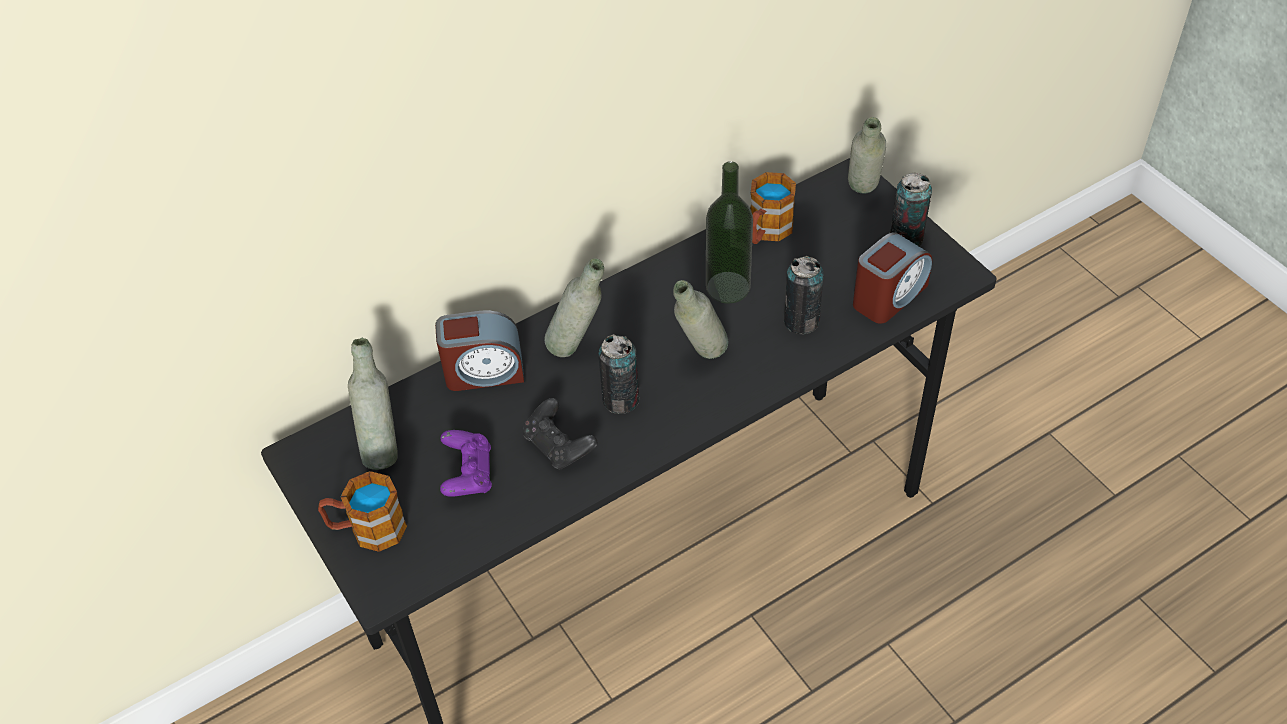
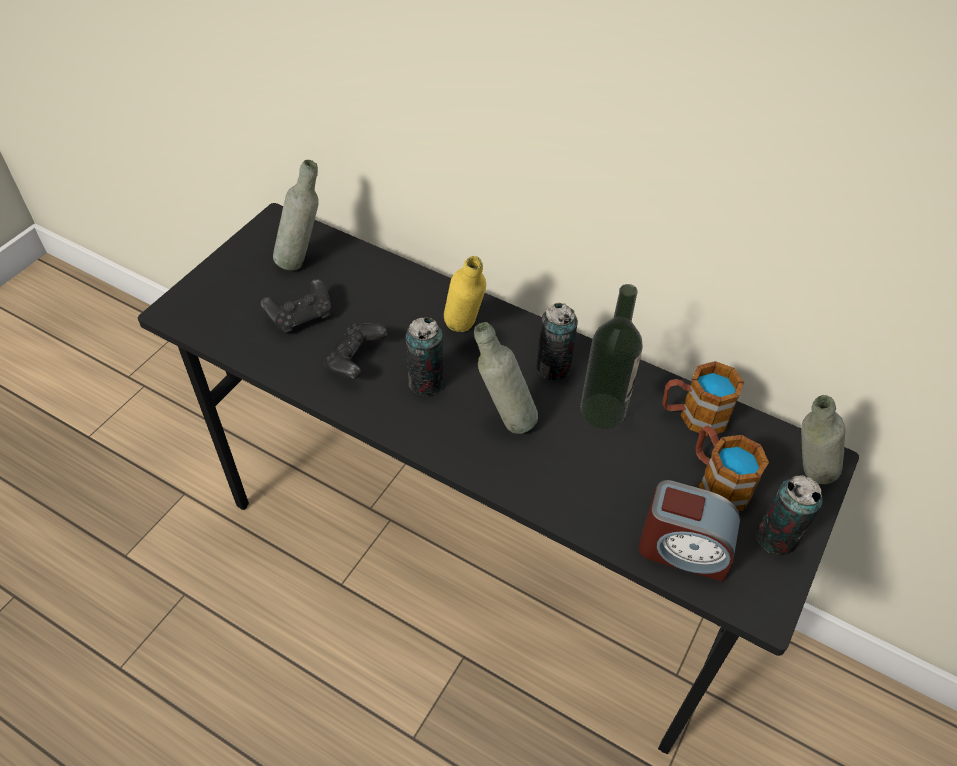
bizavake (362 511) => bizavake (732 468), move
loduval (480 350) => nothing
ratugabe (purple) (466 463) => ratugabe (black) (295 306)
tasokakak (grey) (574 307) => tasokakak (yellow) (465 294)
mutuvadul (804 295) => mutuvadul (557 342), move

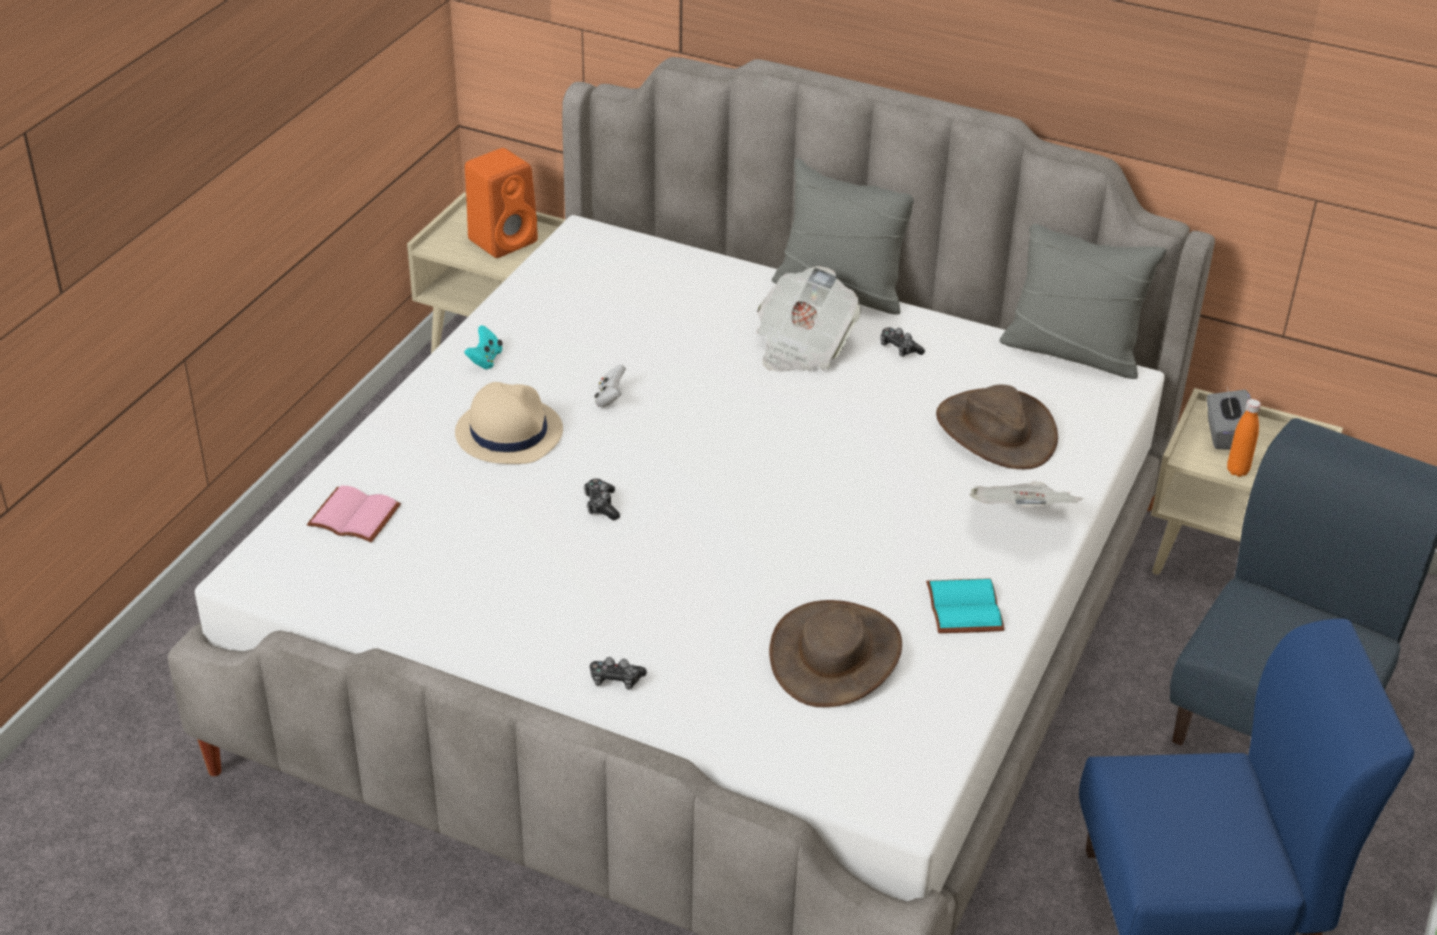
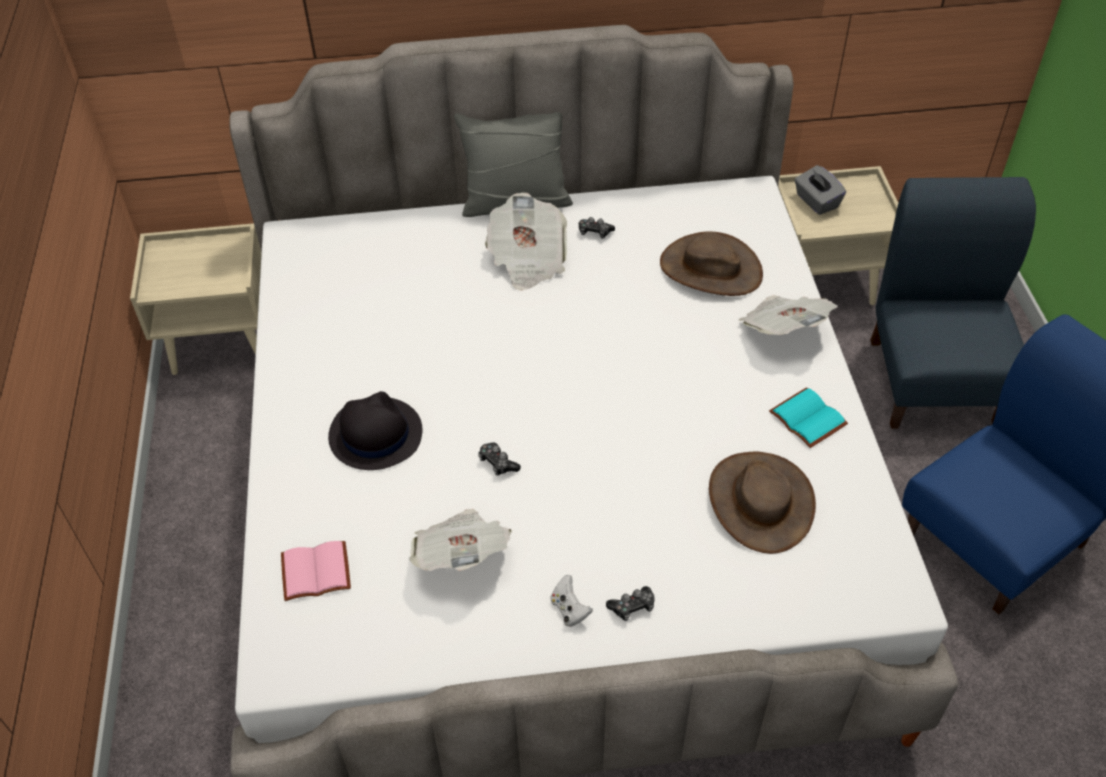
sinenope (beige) (509 423) => sinenope (black) (375 430)
ratugabe (turquoise) (483 347) => nothing
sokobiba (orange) (501 203) => nothing
ratugabe (white) (610 386) => ratugabe (white) (571 601), move
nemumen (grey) (1082 301) => nothing
tasokakak (orange) (1244 438) => nothing
nothing => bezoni (461 540)

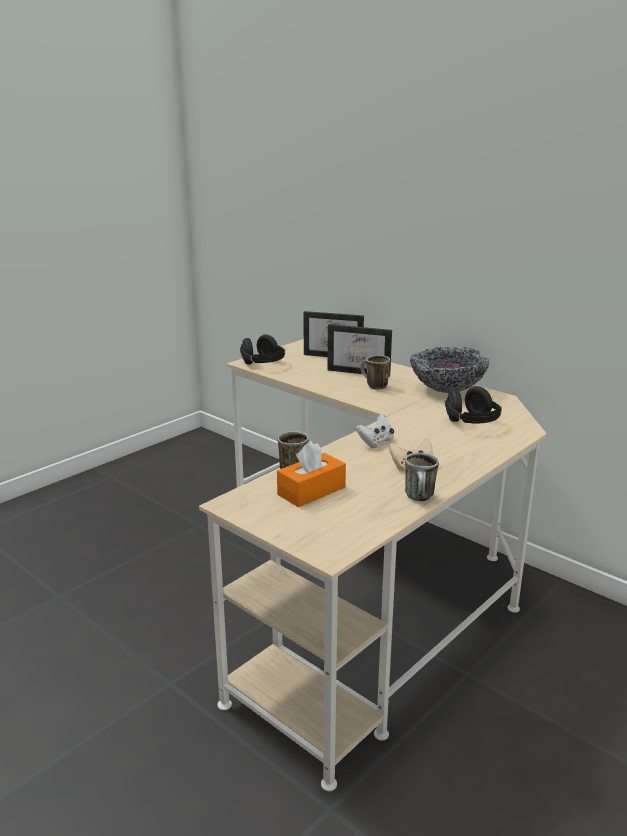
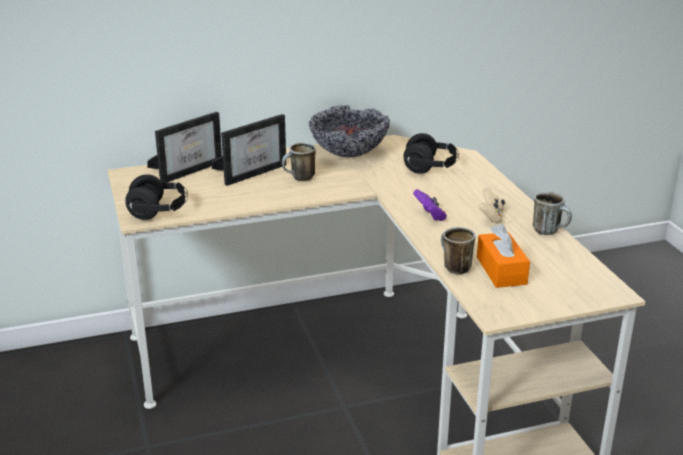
ratugabe (white) (375 431) => ratugabe (purple) (430 205)

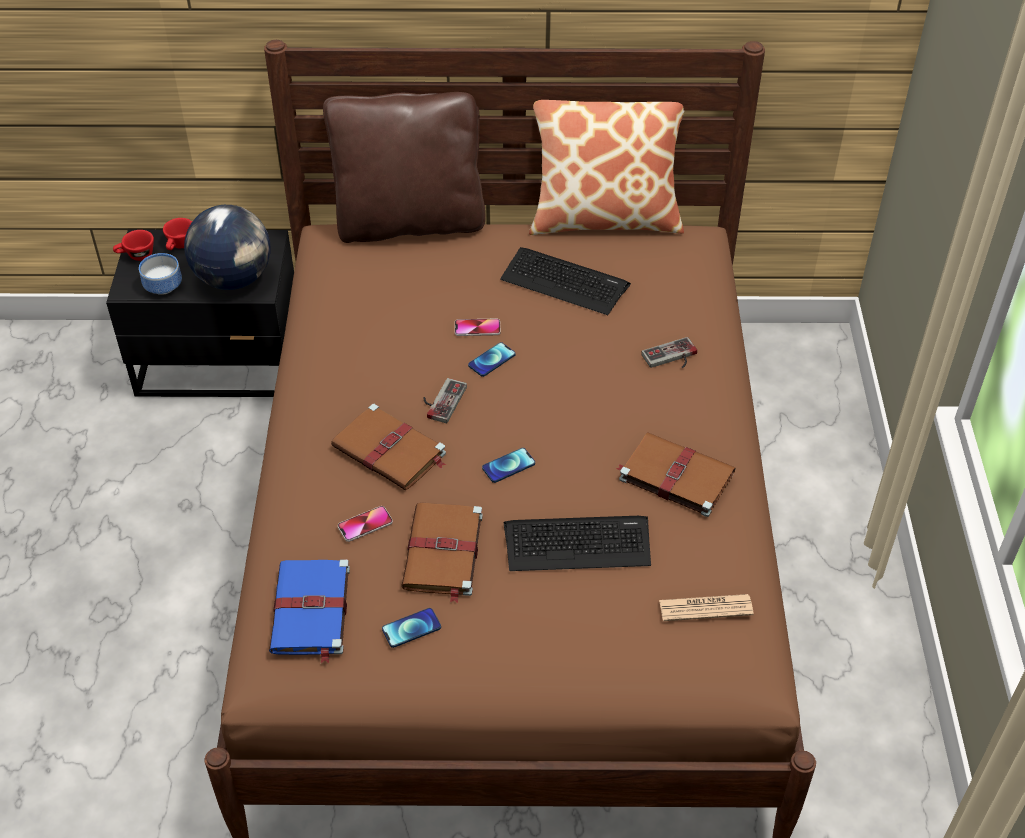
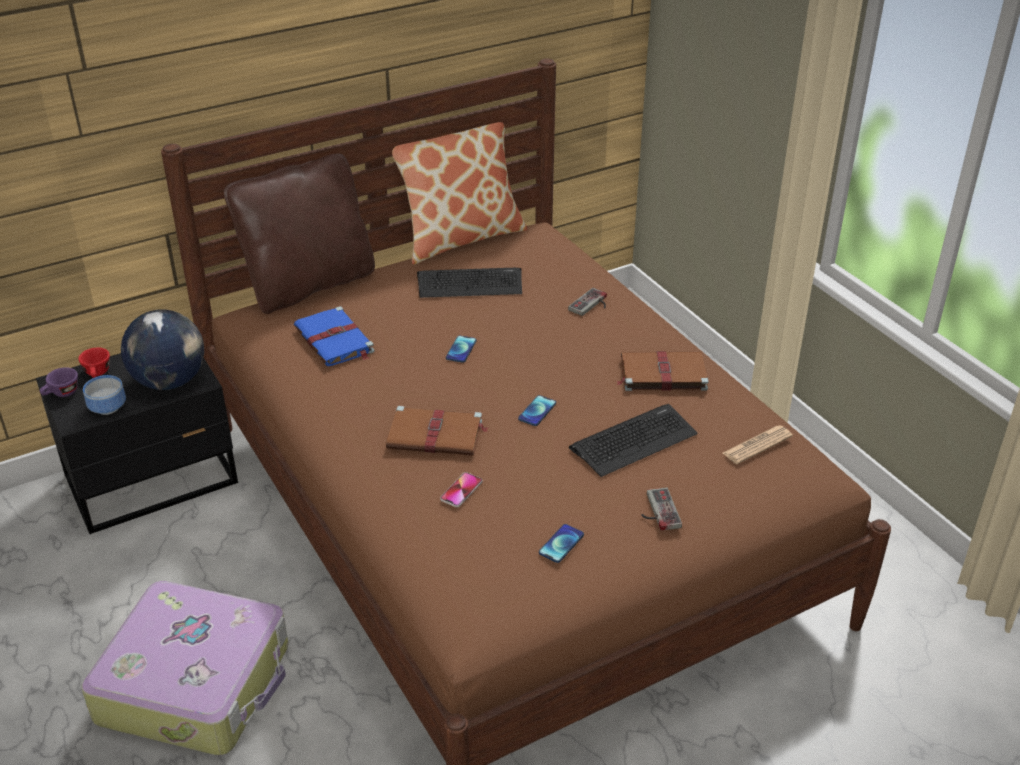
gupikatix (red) (133 245) => gupikatix (purple) (59 382)
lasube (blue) (309 611) => lasube (blue) (334 336), move
lasube (brown) (442 553) => nothing
ratugabe (445 400) => ratugabe (661 509), move
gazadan (478 327) => nothing
nothing => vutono (185 668)

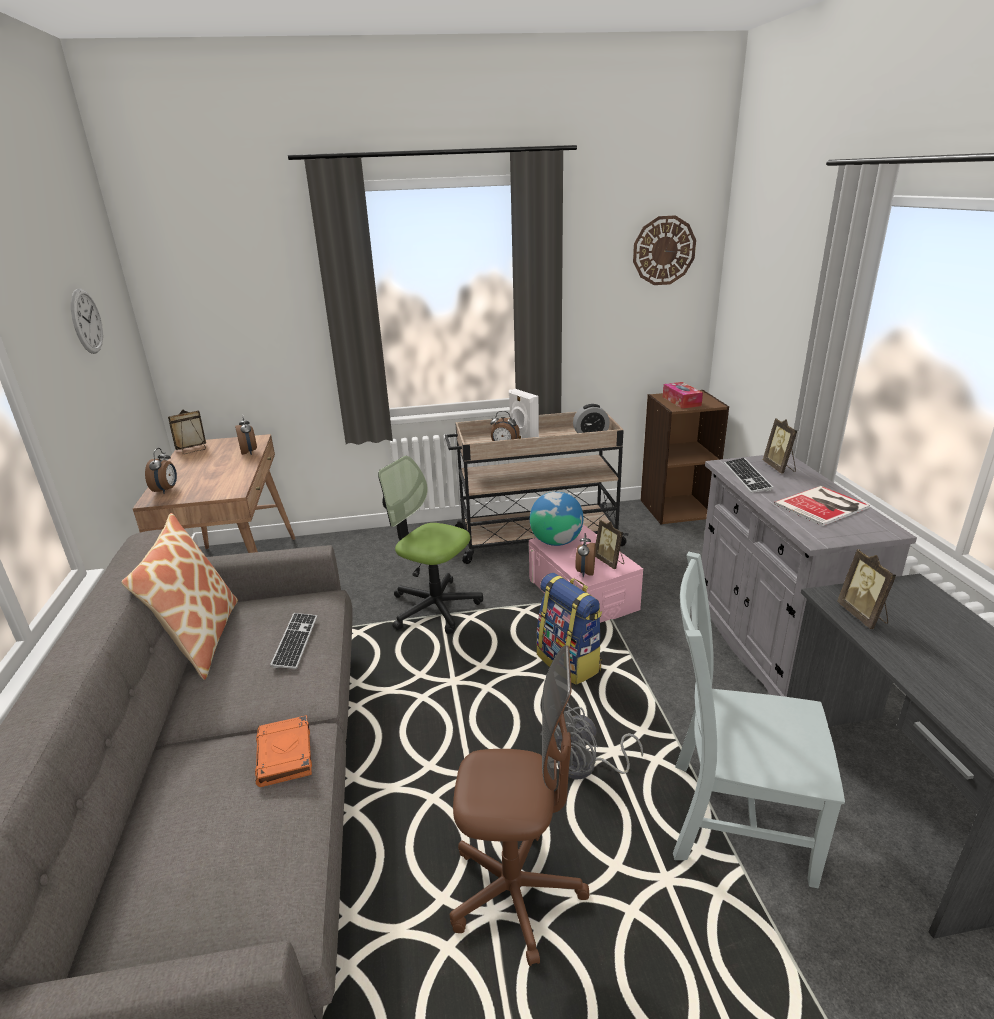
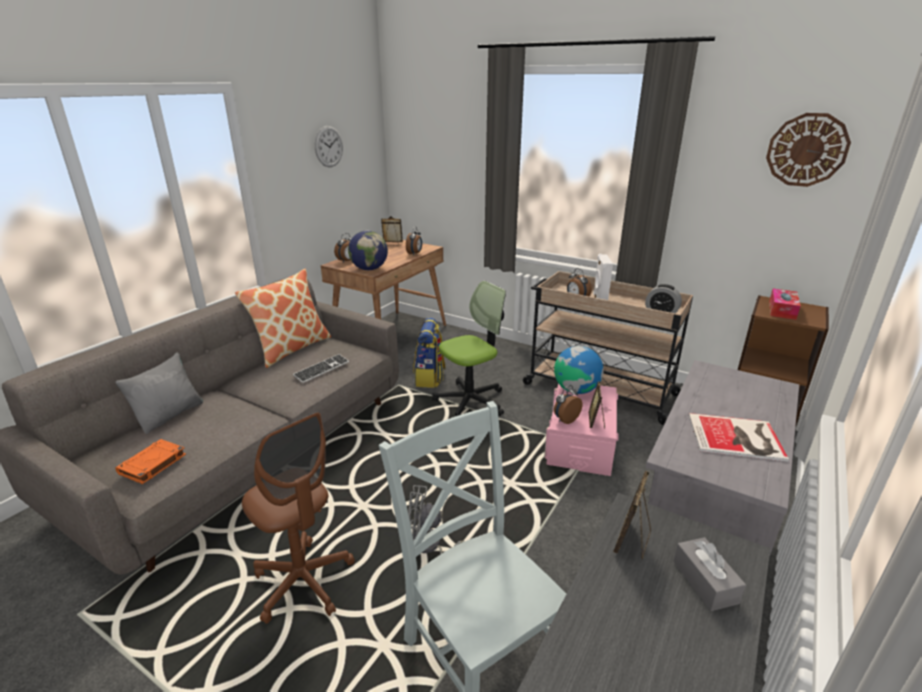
lasube (orange) (283 751) => lasube (orange) (150 461), move
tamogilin (430 545) => tamogilin (469 348), 75 degrees clockwise
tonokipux (569 629) => tonokipux (429 353), move
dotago (748 475) => nothing
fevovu (780 445) => nothing
nothing => nemumen (grey) (159 393)
nothing => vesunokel (368 250)
nothing => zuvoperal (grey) (709 574)

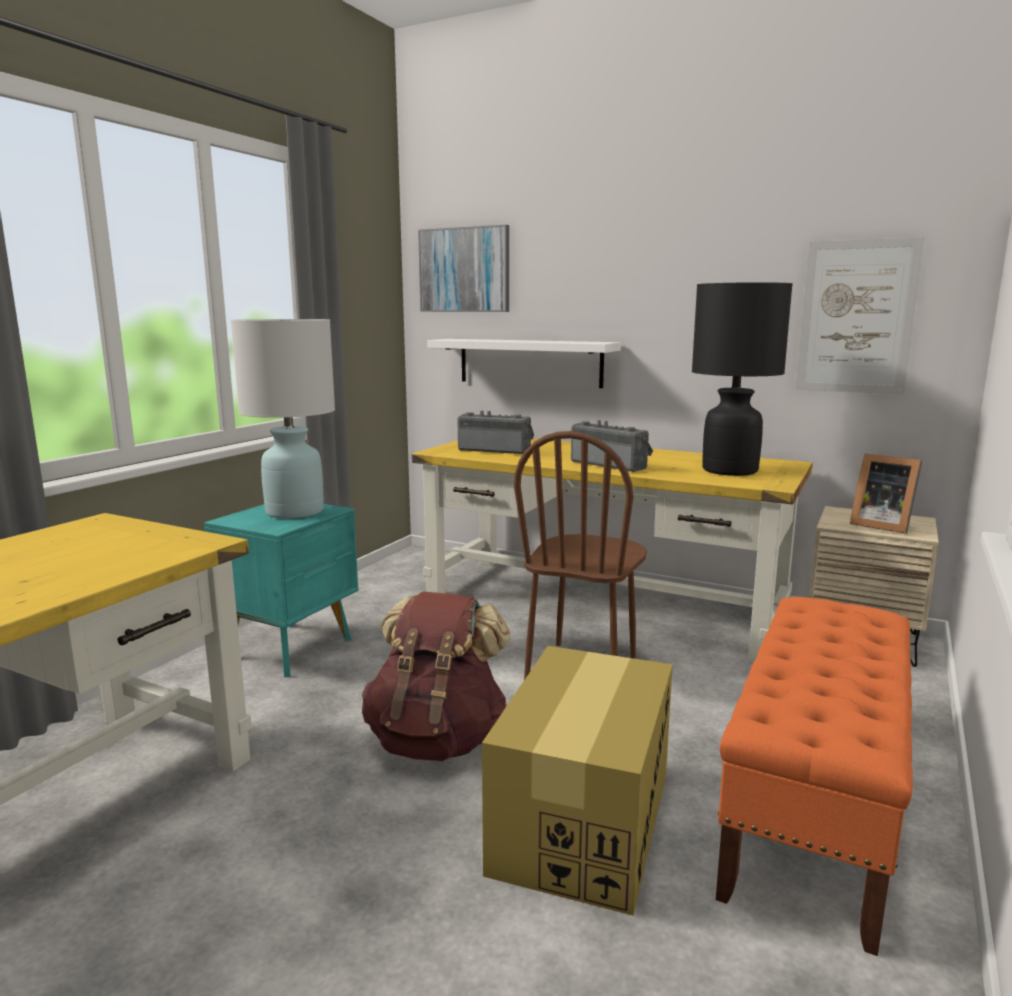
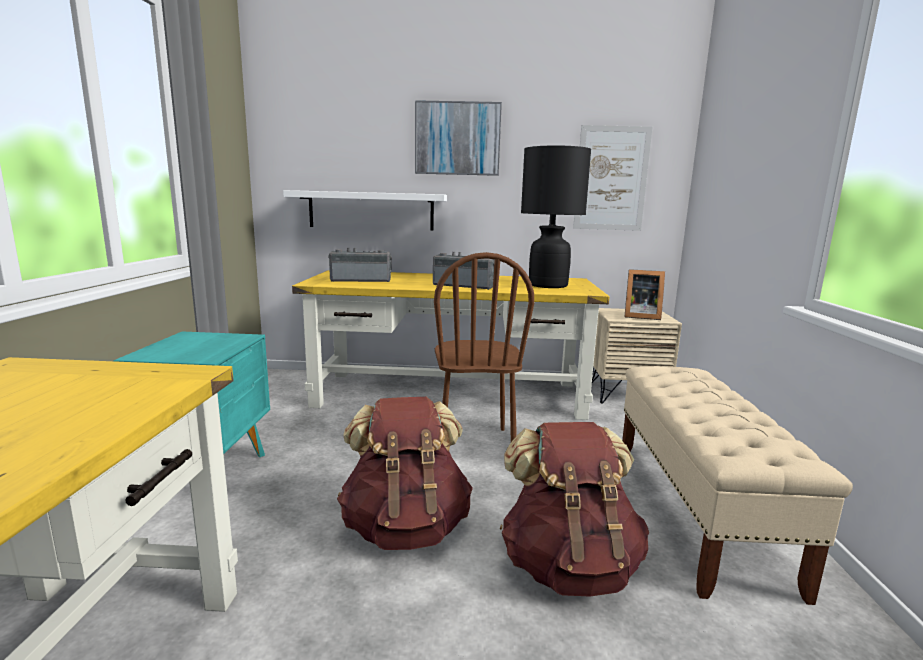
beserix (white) (283 419) => nothing
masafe (463 268) => masafe (458 138), move
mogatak (577 781) => tonokipux (brown) (574 509)
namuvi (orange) (814 776) => namuvi (beige) (737 485)

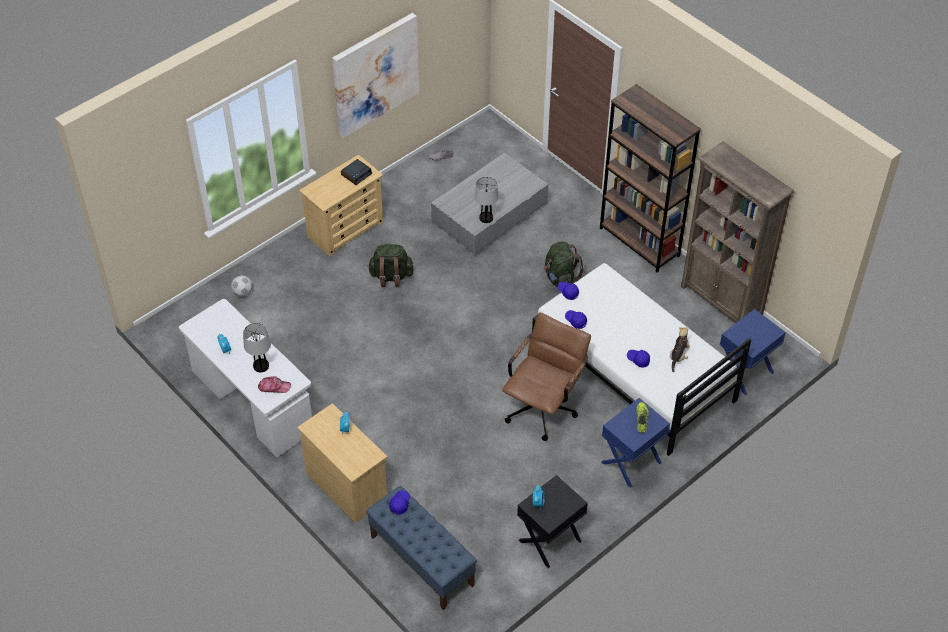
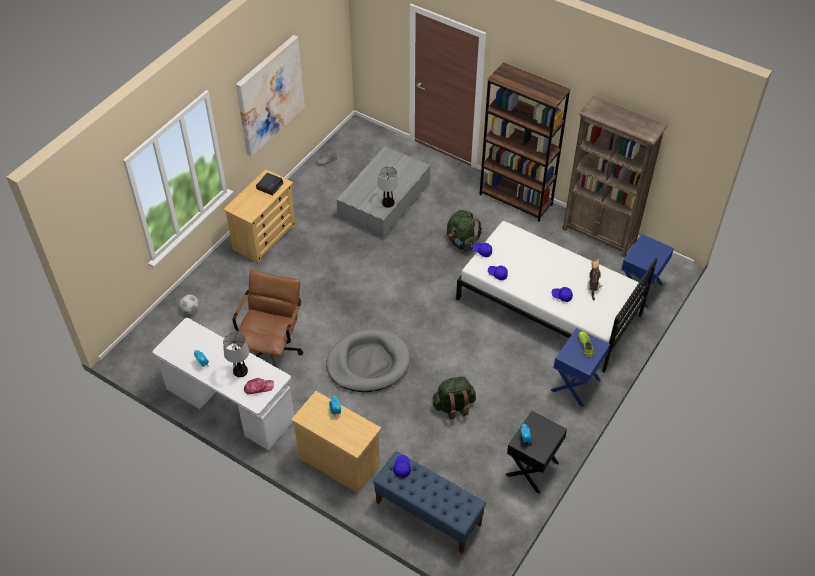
tonokipux (green) (390 265) => tonokipux (green) (454 398), move
tamogilin (brown) (546 377) => tamogilin (brown) (268 319), move
nothing => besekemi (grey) (368 360)

